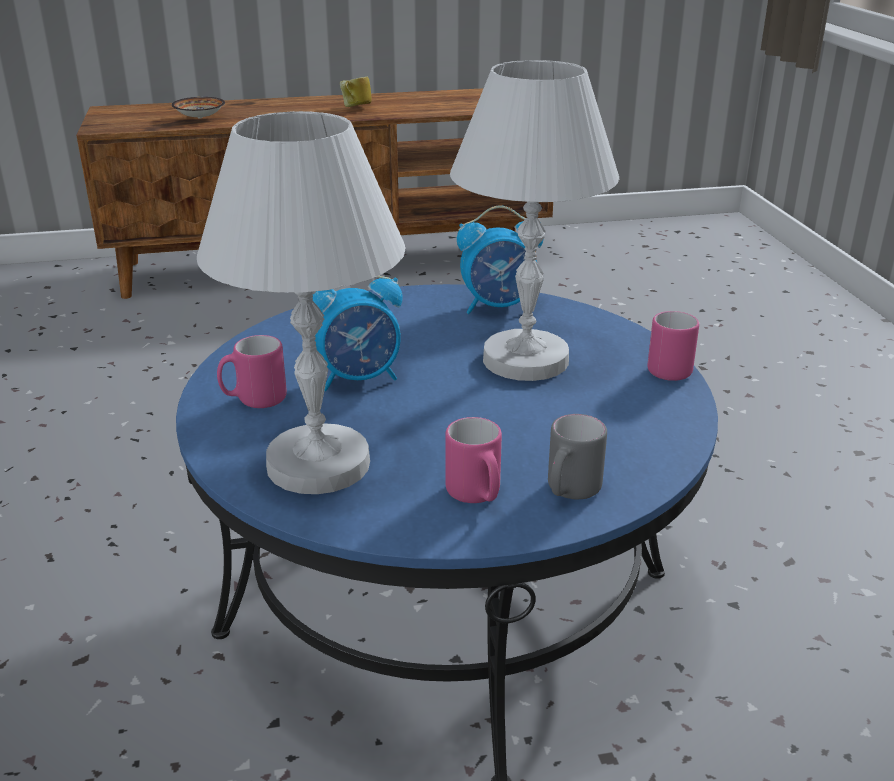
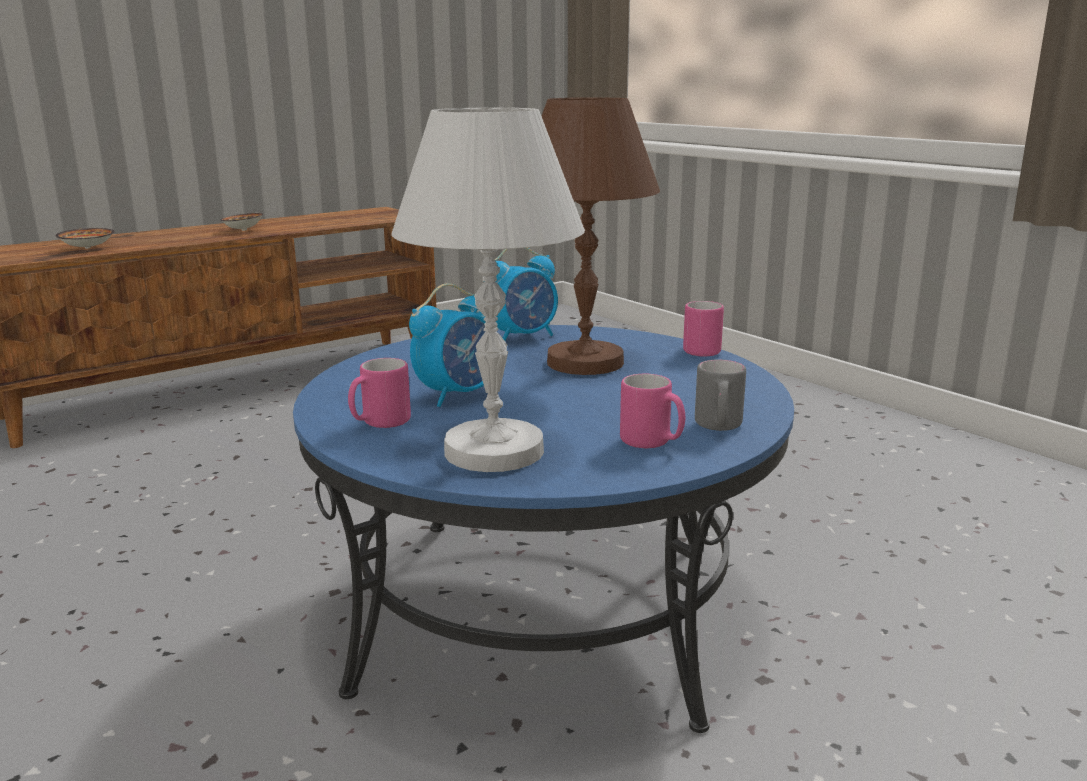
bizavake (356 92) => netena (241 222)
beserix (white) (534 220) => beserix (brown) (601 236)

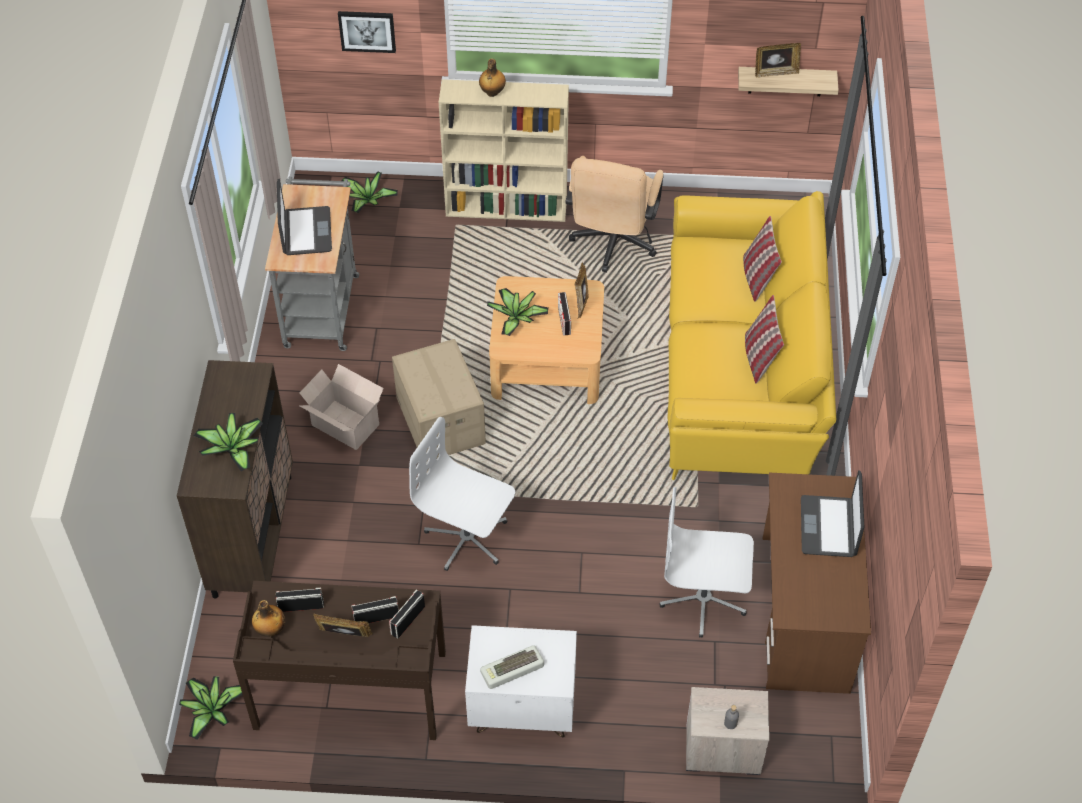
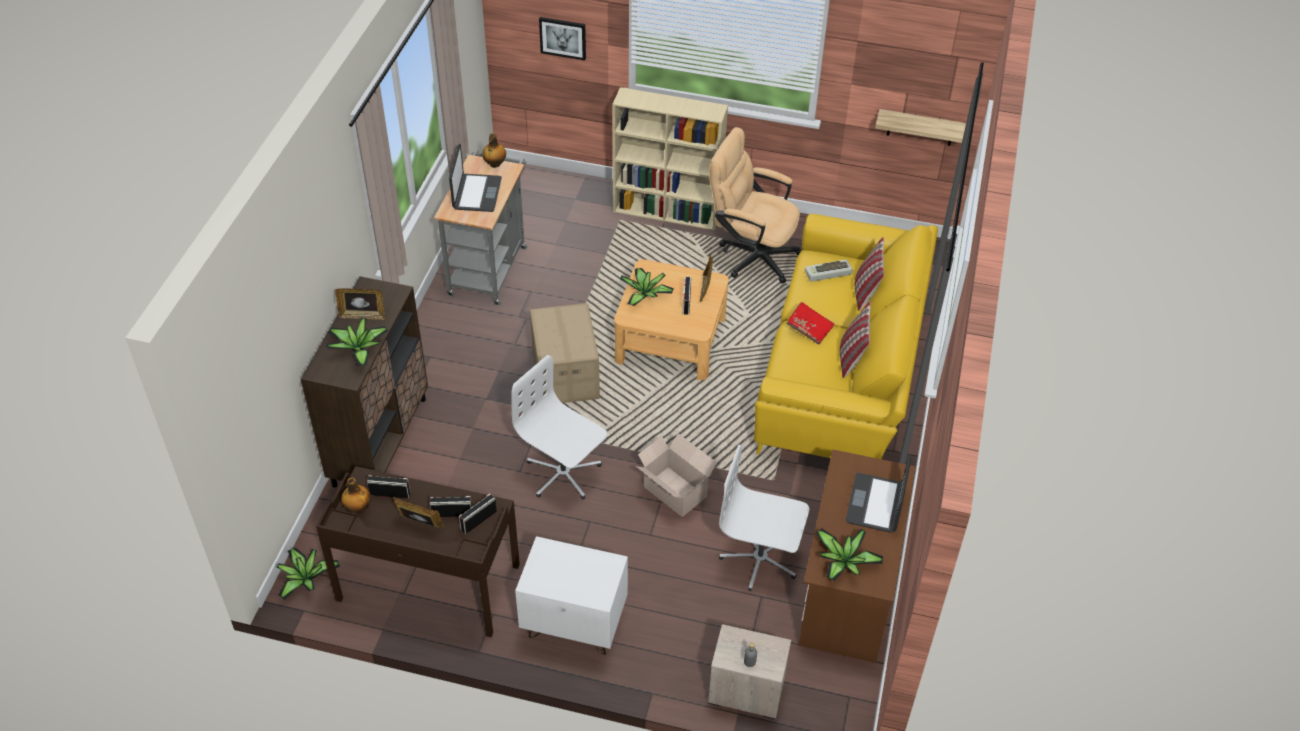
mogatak (342 407) => mogatak (676 475), move
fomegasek (370 192) => fomegasek (849 554), move
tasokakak (492 78) => tasokakak (494 150), move
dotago (512 667) => dotago (829 271), move
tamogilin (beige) (615 214) => tamogilin (beige) (755 205), 90 degrees clockwise
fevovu (778 60) => fevovu (360 304), move
nothing => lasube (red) (810 323)

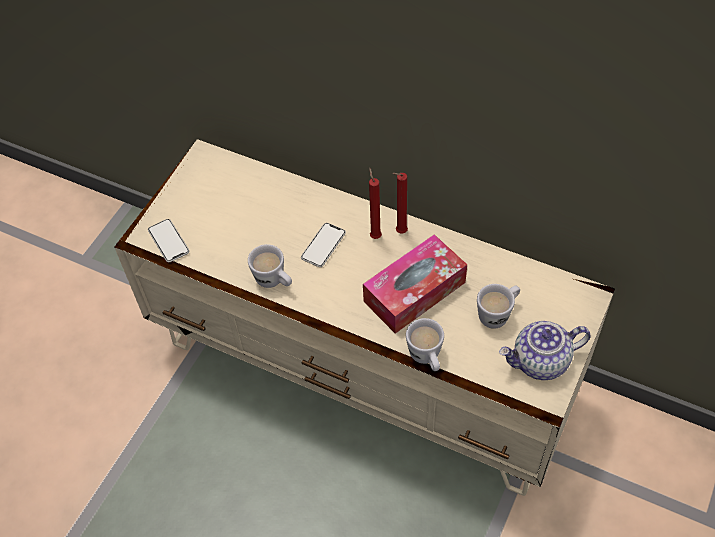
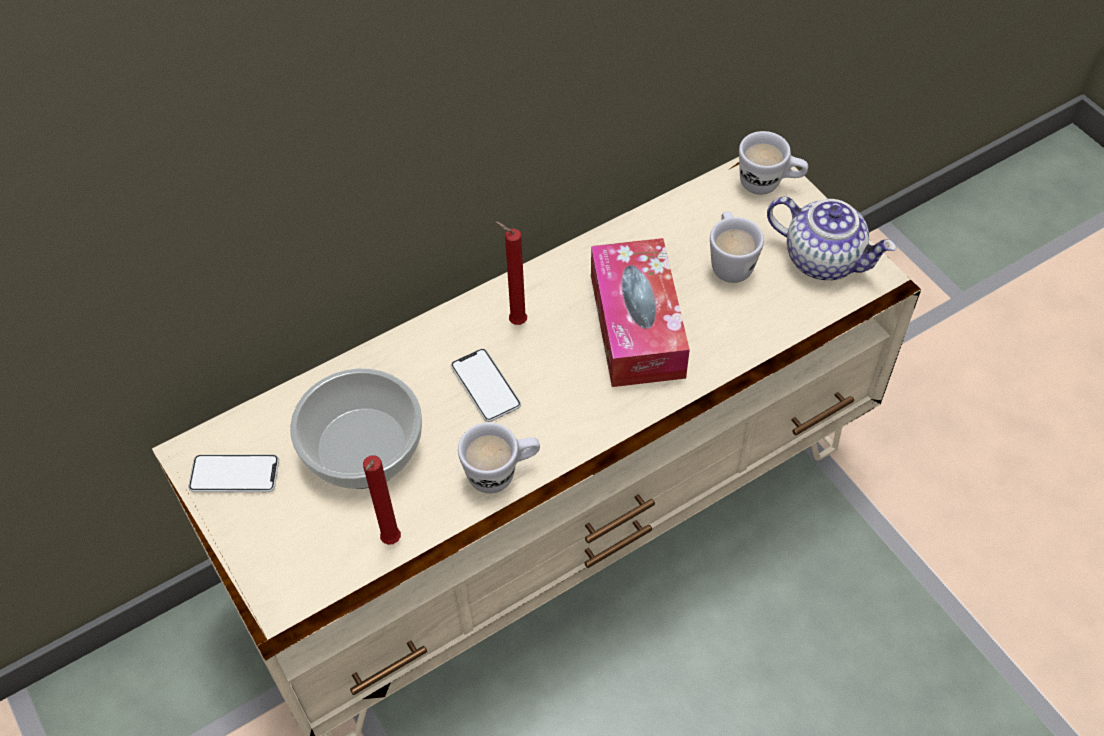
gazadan (168 240) => gazadan (233 473), move
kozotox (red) (400 203) => kozotox (red) (382 500), move
bizavake (white) (425 344) => bizavake (white) (773 163), move
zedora (545 350) => zedora (832 238), 75 degrees counterclockwise
nothing => netena (356 428)

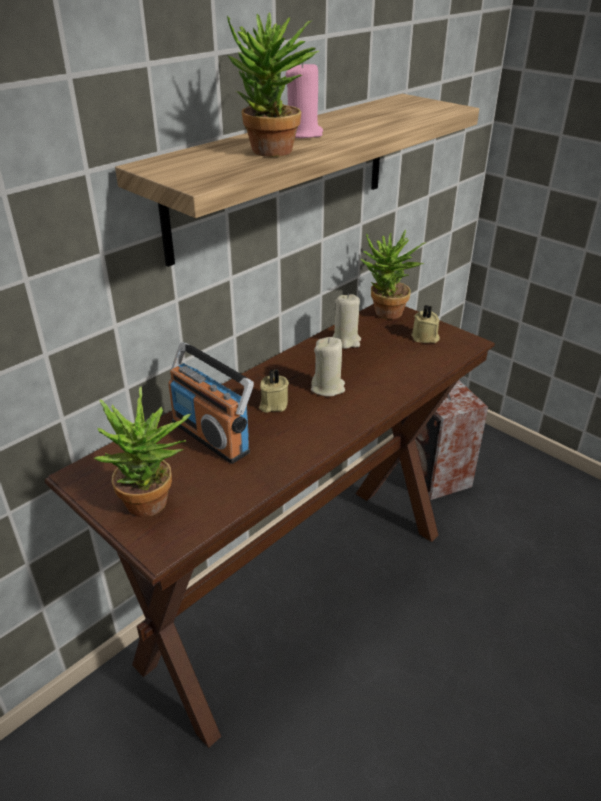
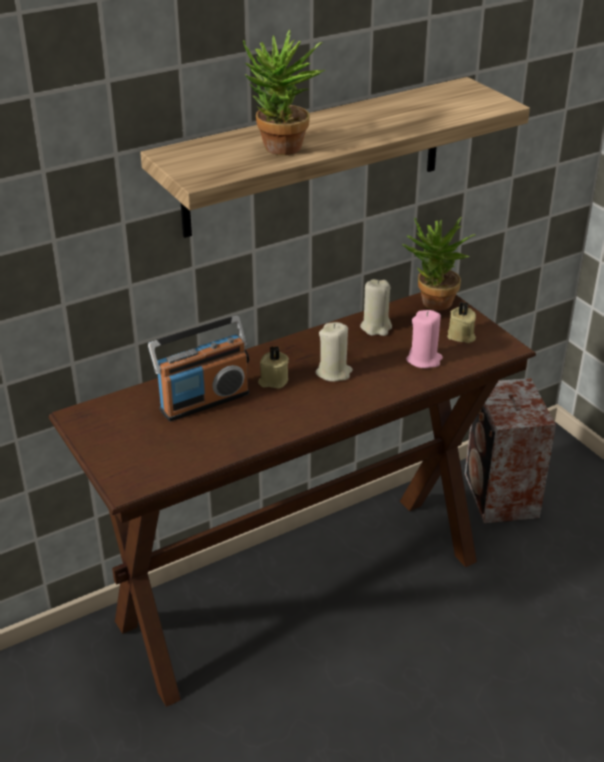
fomegasek (142 451) => nothing
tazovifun (211 403) => tazovifun (198 368), 90 degrees counterclockwise
kozotox (pink) (304 100) => kozotox (pink) (424 339), move

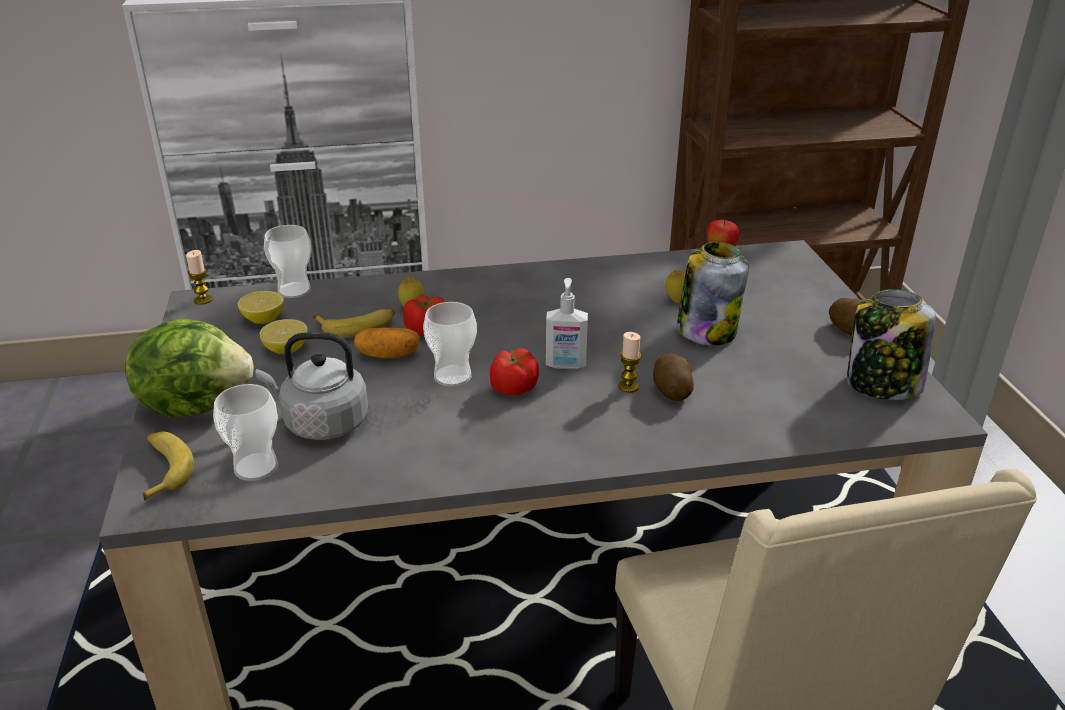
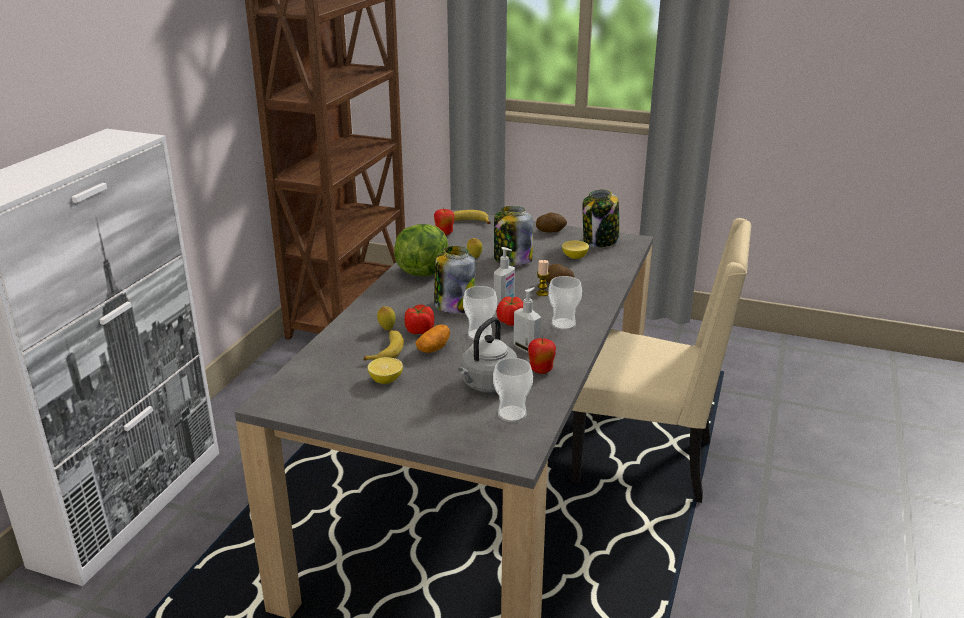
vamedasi (189 367) => vamedasi (421 250), move
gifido (168 466) => gifido (472 217), move
kozotox (199 277) => nothing
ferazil (261 307) => ferazil (575 249), move
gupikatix (287 261) => gupikatix (565 303), move
nothing => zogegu (454 279)
nothing => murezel (527 320)
nothing => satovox (542 356)

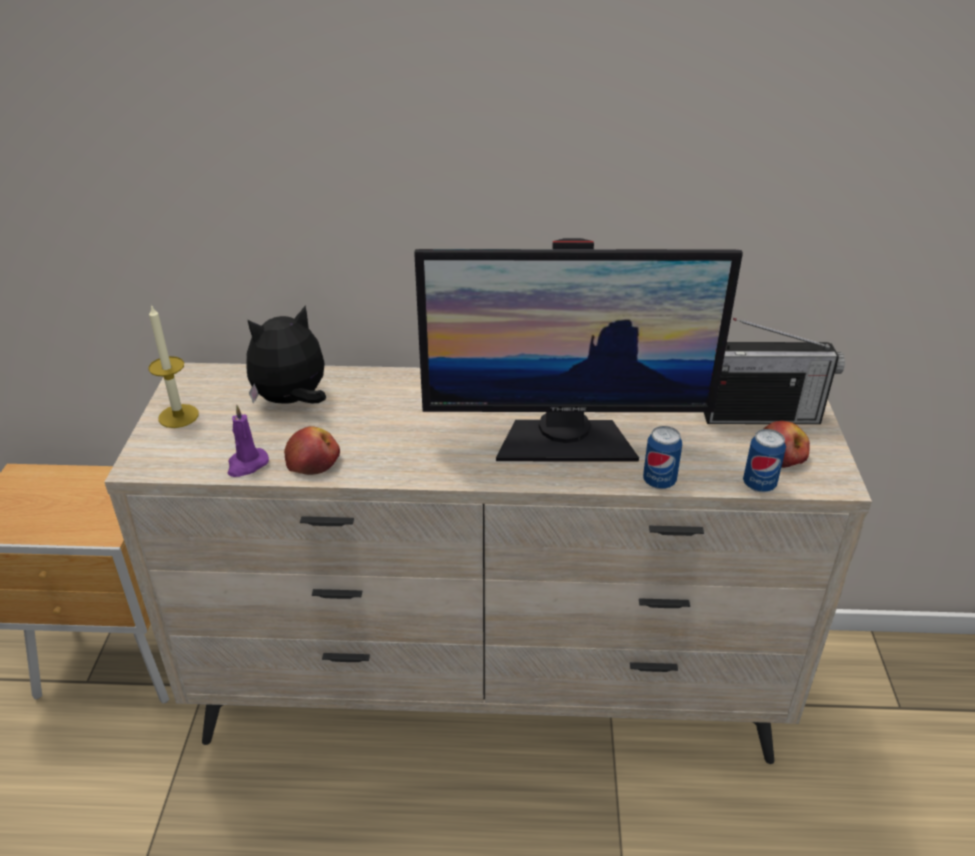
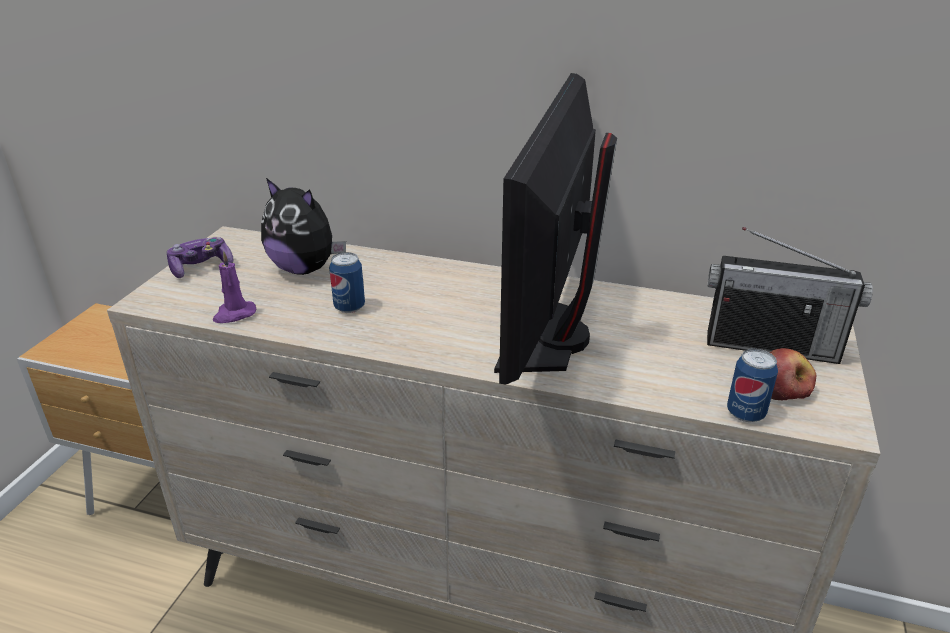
kozotox (174 366) => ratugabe (199 257)
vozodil (286 354) => vozodil (303 226), 135 degrees counterclockwise
satovox (312 450) => nothing
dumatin (578 350) => dumatin (555 229), 90 degrees clockwise
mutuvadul (662 457) => mutuvadul (347 282), move

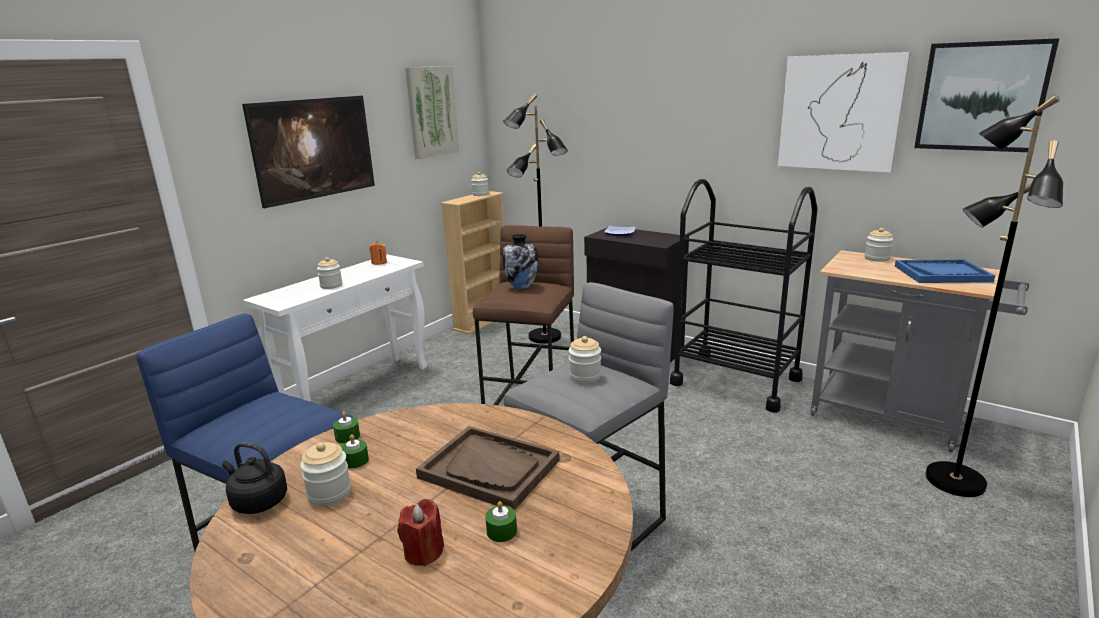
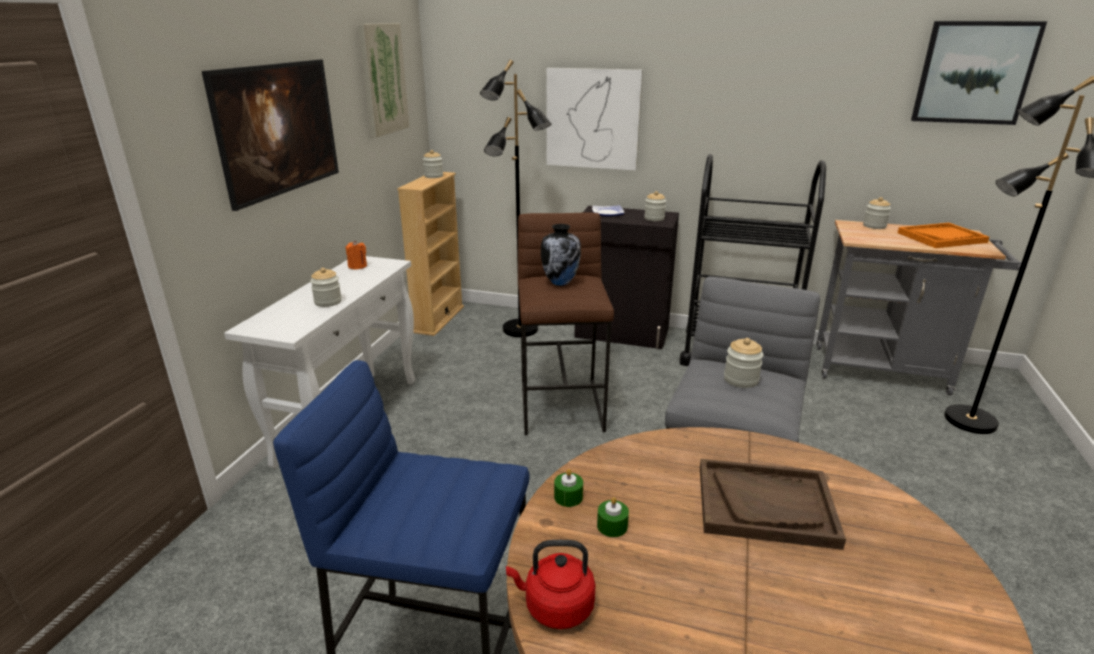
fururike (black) (254 478) => fururike (red) (551 584)
zogegu (325 474) => zogegu (655 206), move
kozotox (red) (421 532) => nothing
kozotox (green) (501 521) => nothing
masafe (844 112) => masafe (594 119), move
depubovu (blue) (945 271) => depubovu (orange) (943 235)

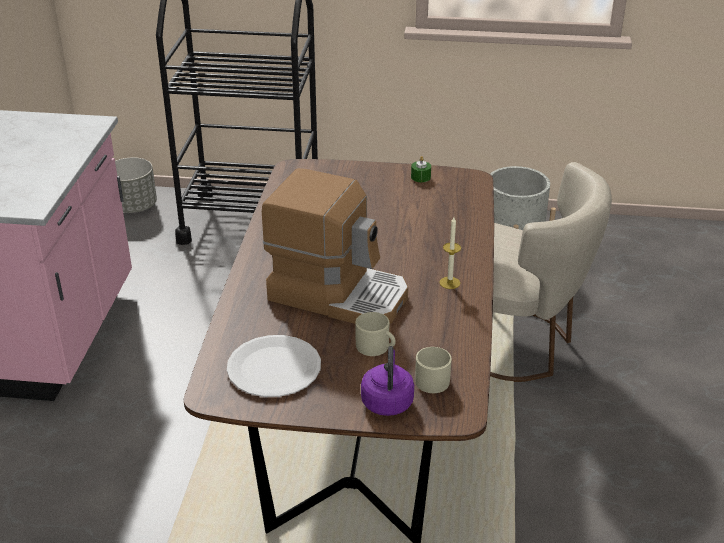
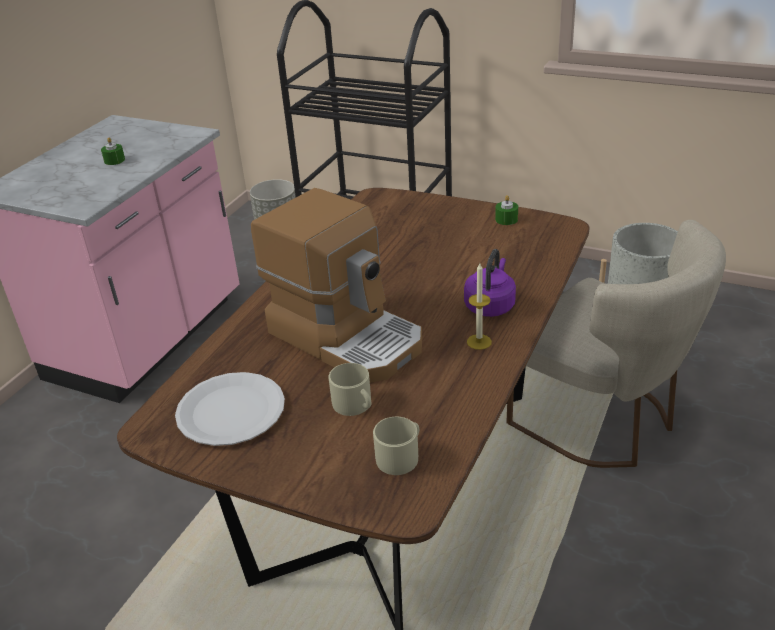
fururike (purple) (387 381) => fururike (purple) (490 283), move
nothing => kozotox (green) (113 151)

